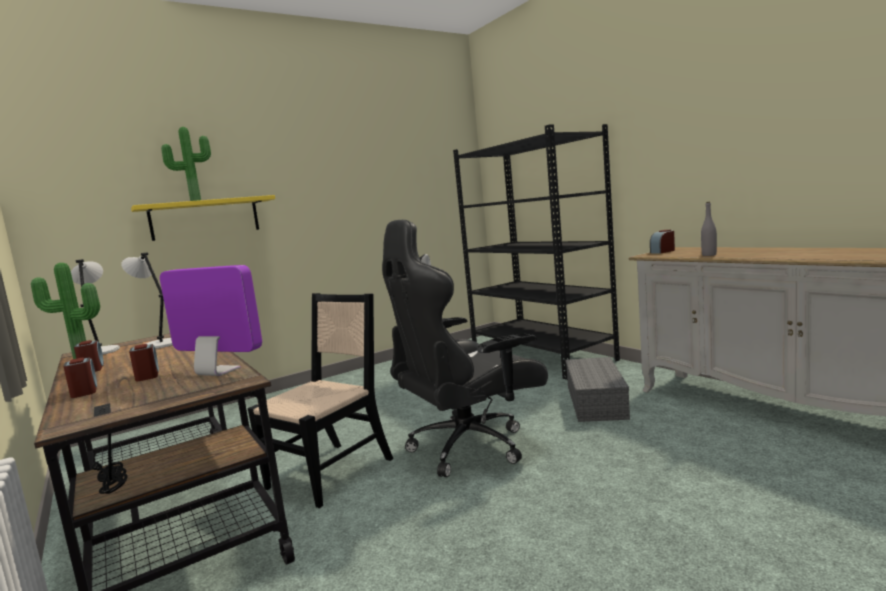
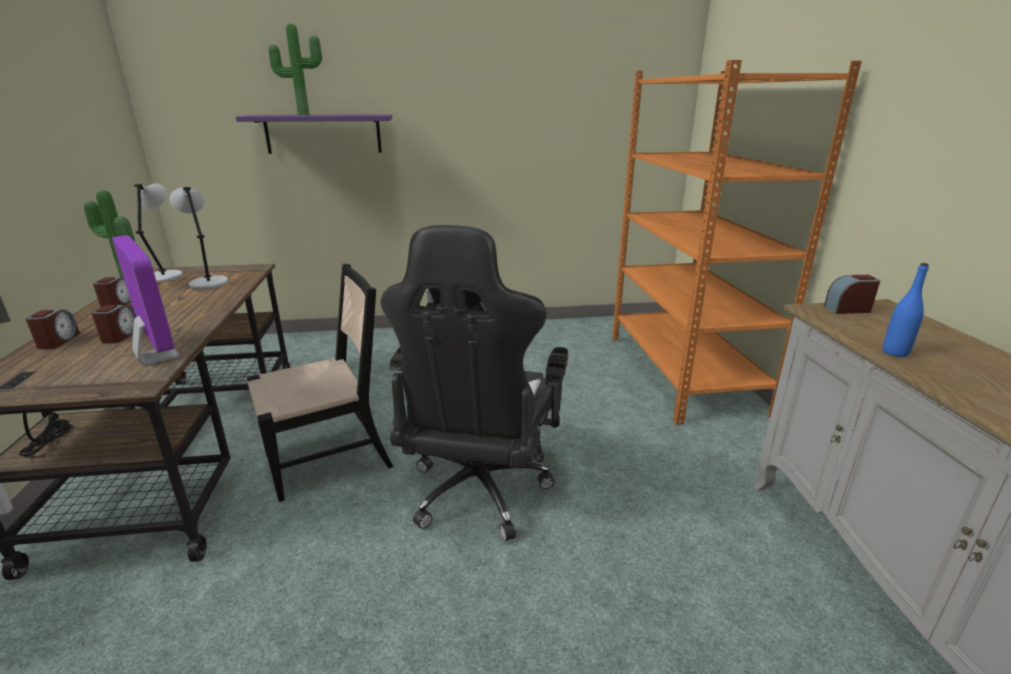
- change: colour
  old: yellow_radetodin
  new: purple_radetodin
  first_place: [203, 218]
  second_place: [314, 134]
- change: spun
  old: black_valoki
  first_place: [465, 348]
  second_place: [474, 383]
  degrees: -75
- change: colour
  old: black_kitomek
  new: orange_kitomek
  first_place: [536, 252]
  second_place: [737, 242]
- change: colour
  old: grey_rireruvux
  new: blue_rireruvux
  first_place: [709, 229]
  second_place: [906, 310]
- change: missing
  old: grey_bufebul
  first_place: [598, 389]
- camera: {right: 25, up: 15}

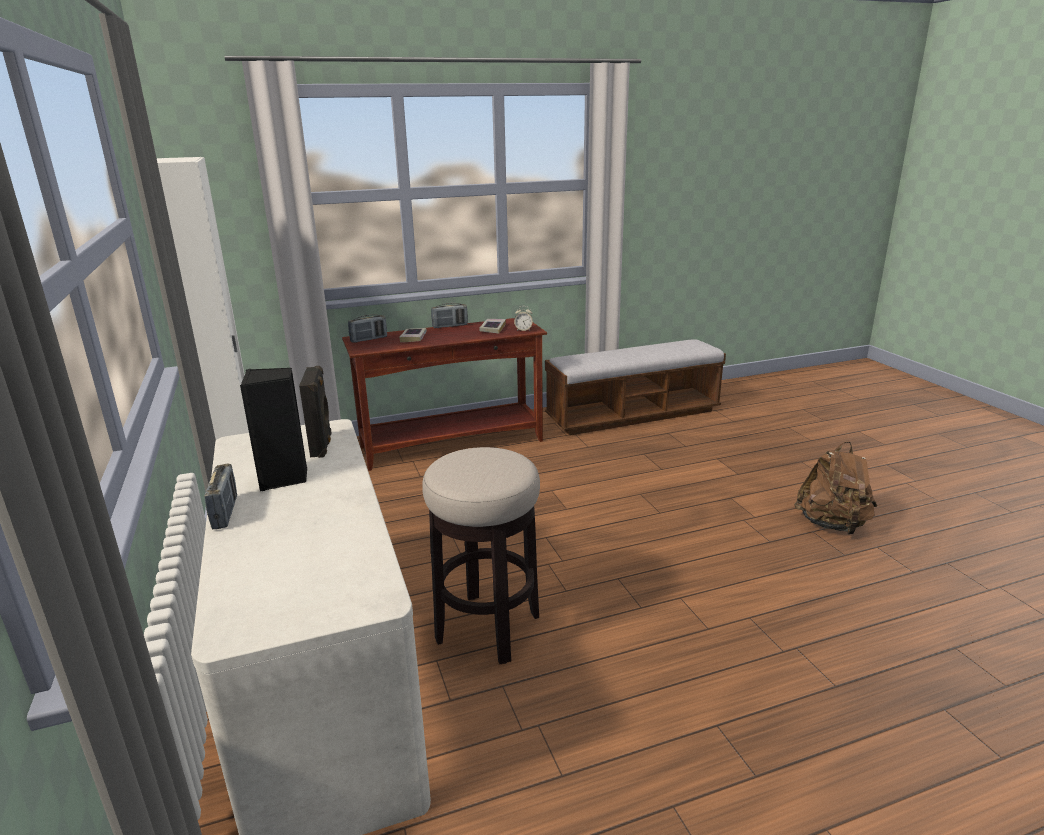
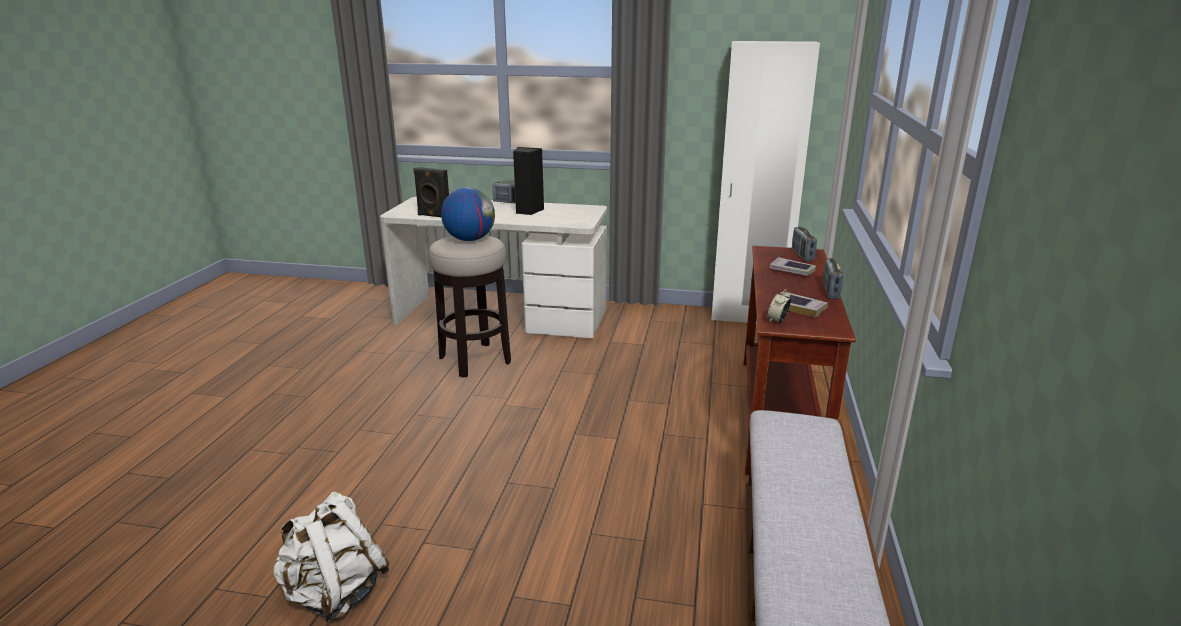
- change: colour
  old: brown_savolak
  new: white_savolak
  first_place: [835, 487]
  second_place: [331, 557]
- change: relocated
  old: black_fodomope
  first_place: [315, 412]
  second_place: [431, 192]
- change: appeared
  new: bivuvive
  second_place: [468, 214]
- camera: {right: 120, up: 0}

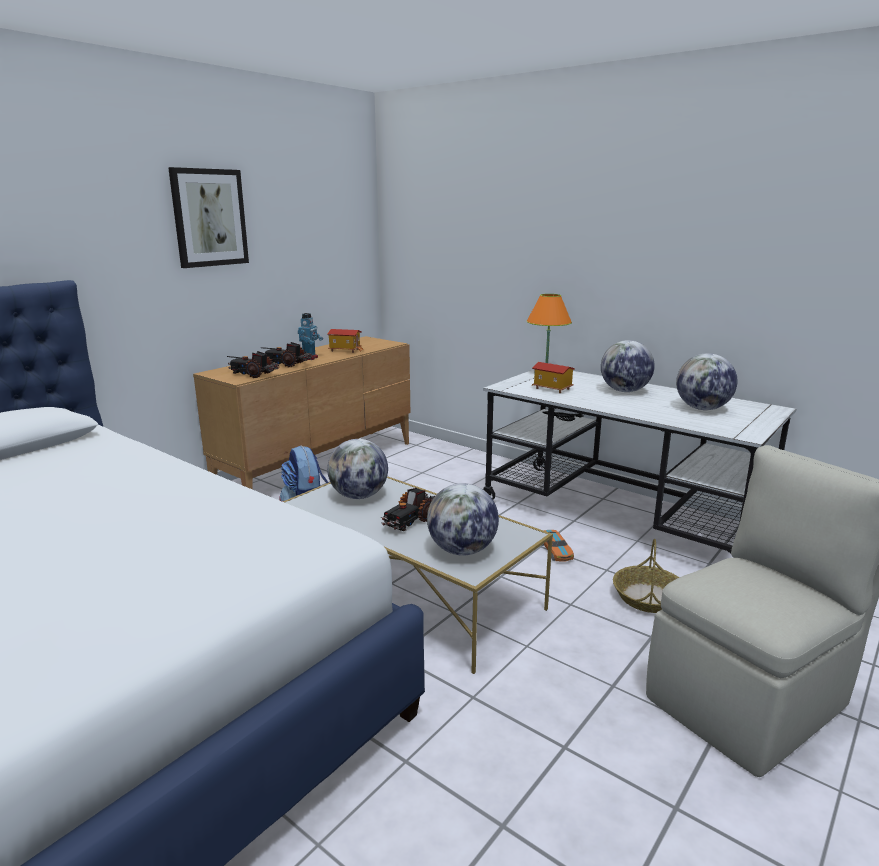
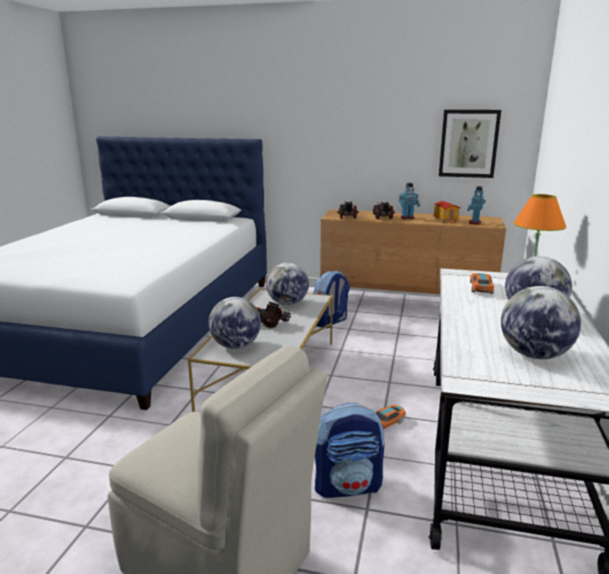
- change: exchanged
  old: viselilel
  new: savolak
  first_place: [646, 576]
  second_place: [350, 450]
- change: relocated
  old: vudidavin
  first_place: [208, 217]
  second_place: [470, 144]
- change: appeared
  new: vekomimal
  second_place: [476, 205]
- change: exchanged
  old: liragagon
  new: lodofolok
  first_place: [553, 377]
  second_place: [482, 283]
- camera: {right: 65, up: 0}

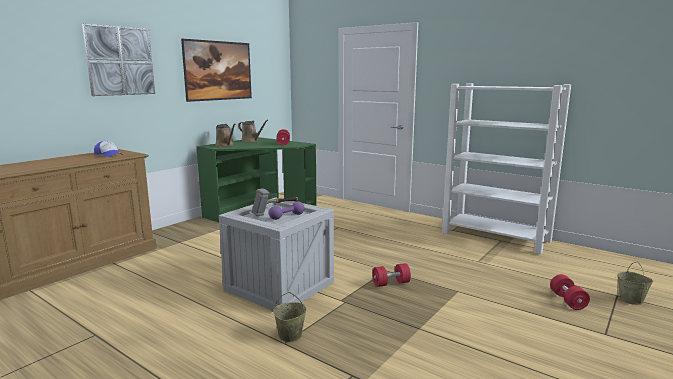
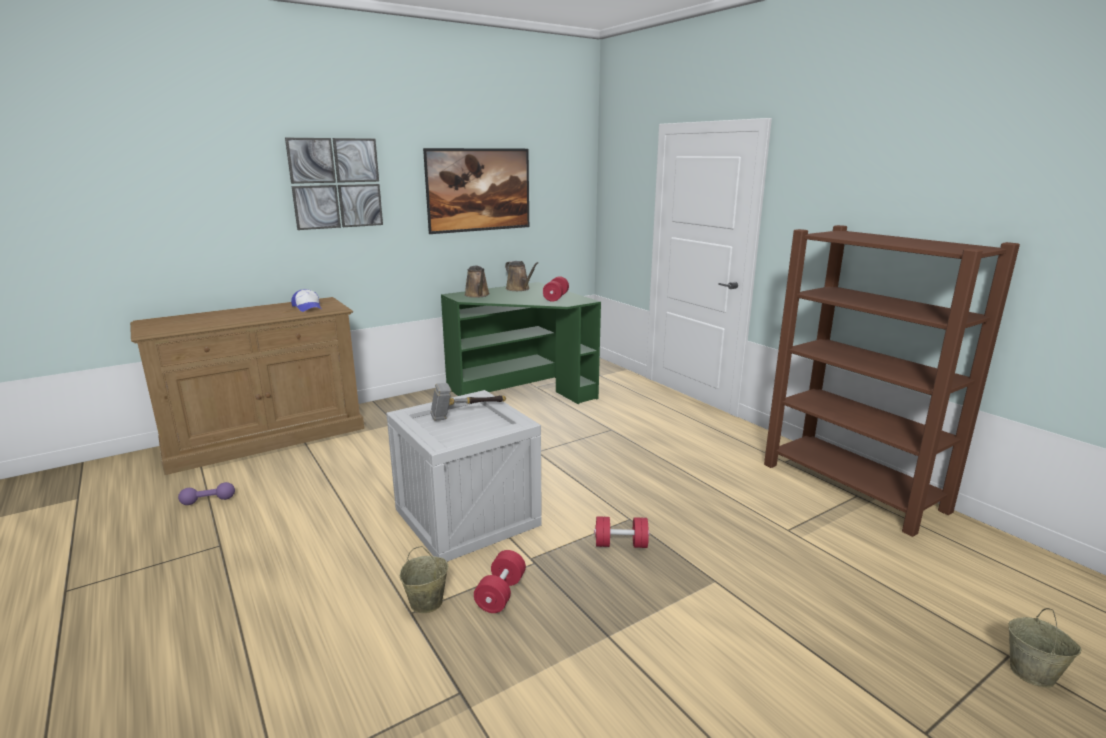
- change: relocated
  old: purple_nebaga
  first_place: [287, 210]
  second_place: [206, 493]
- change: relocated
  old: red_nebaga
  first_place: [570, 292]
  second_place: [500, 581]
- change: colour
  old: white_kitomek
  new: brown_kitomek
  first_place: [506, 169]
  second_place: [892, 381]
- camera: {right: 20, up: 5}

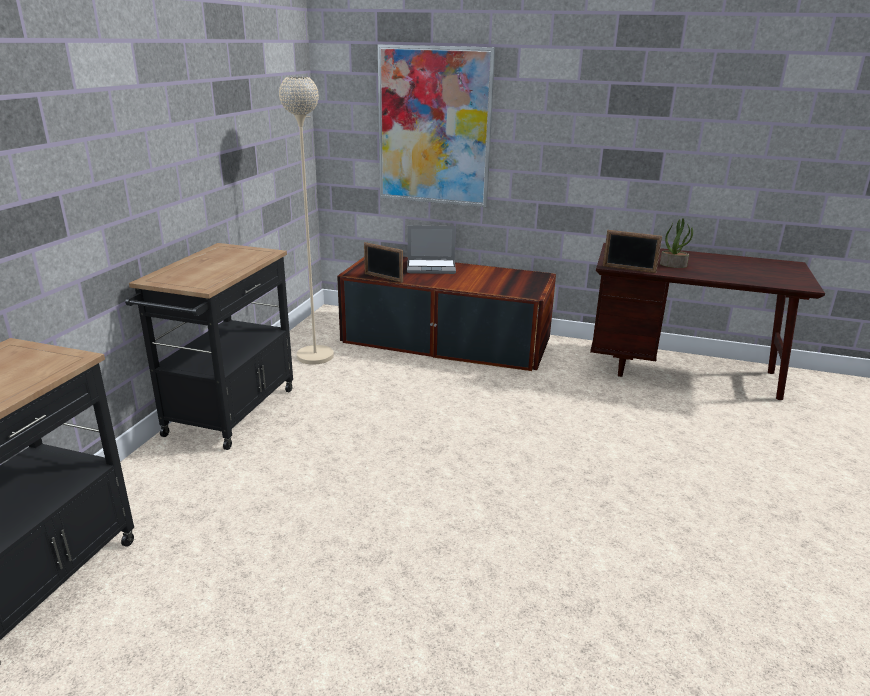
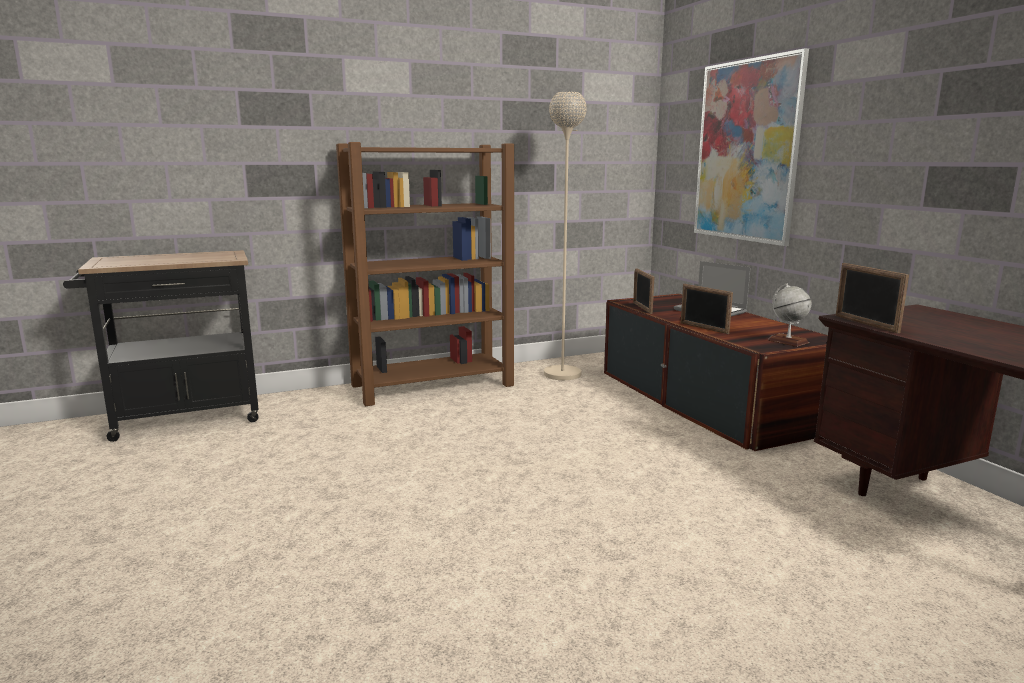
- change: exchanged
  old: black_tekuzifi
  new: brown_kitomek
  first_place: [209, 346]
  second_place: [425, 274]
- change: appeared
  new: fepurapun
  second_place: [707, 309]
- change: appeared
  new: bivuvive
  second_place: [789, 315]
- change: missing
  old: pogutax
  first_place: [676, 243]
- camera: {right: 50, up: -10}

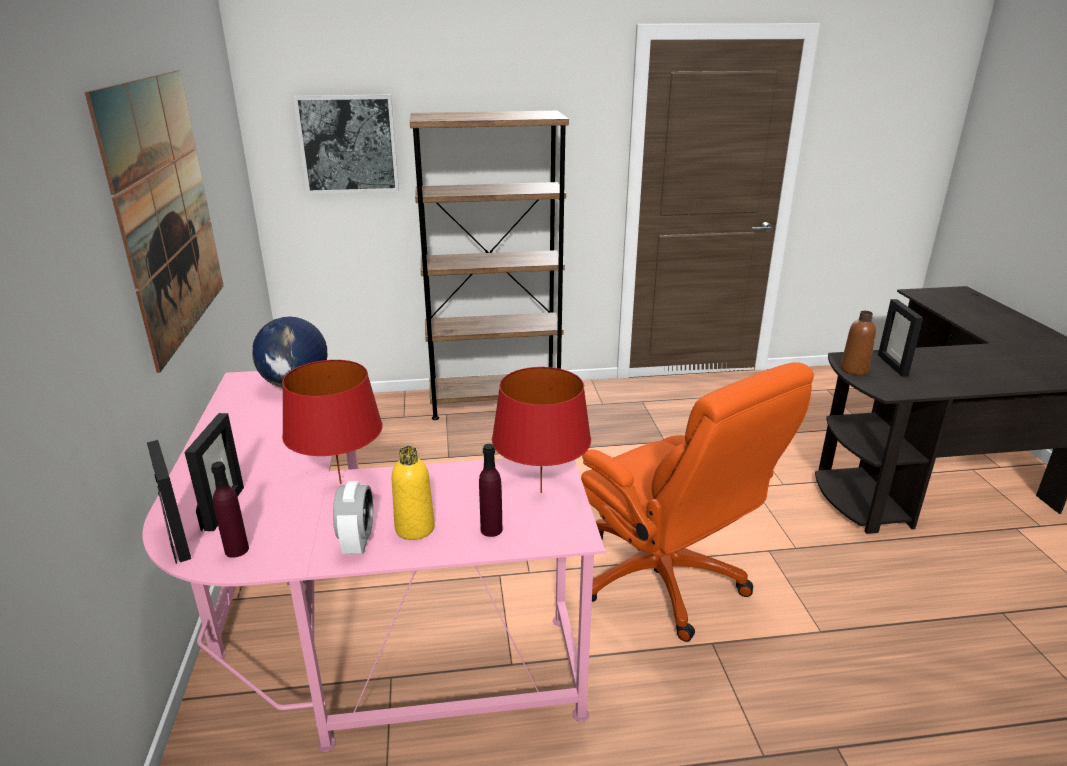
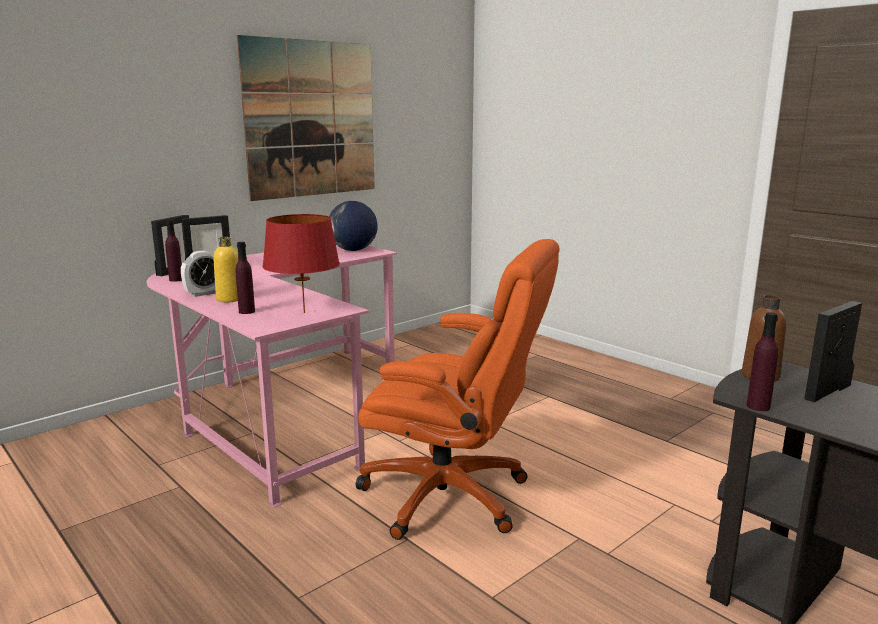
- change: spun
  old: orange_valoki
  first_place: [697, 502]
  second_place: [457, 389]
  degrees: -90
- change: appeared
  new: purple_rireruvux
  second_place: [762, 361]
- change: missing
  old: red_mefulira
  first_place: [332, 422]
- change: missing
  old: vudidavin
  first_place: [346, 144]
- change: missing
  old: brown_kitomek
  first_place: [489, 265]
- camera: {right: 55, up: -10}

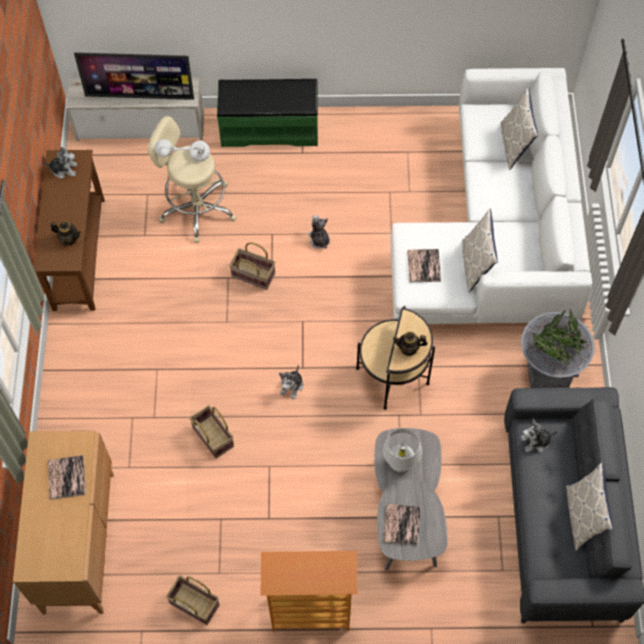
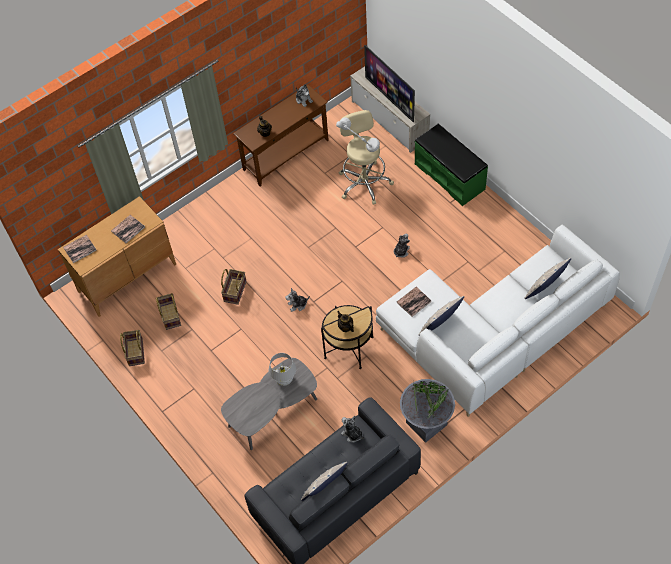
- change: relocated
  old: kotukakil
  first_place: [401, 525]
  second_place: [80, 249]
- change: relocated
  old: viselilel
  first_place: [252, 266]
  second_place: [168, 311]
- change: missing
  old: kitomek
  first_place: [309, 591]
- camera: {right: 55, up: -5}

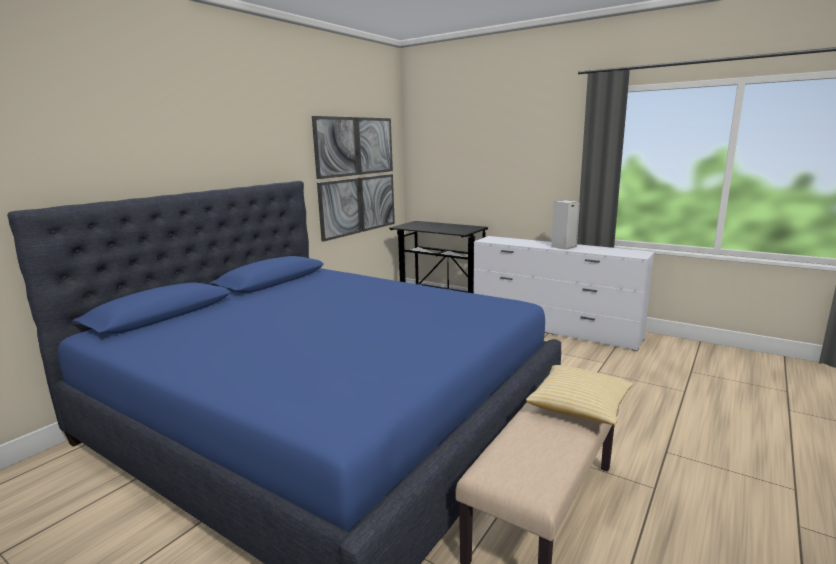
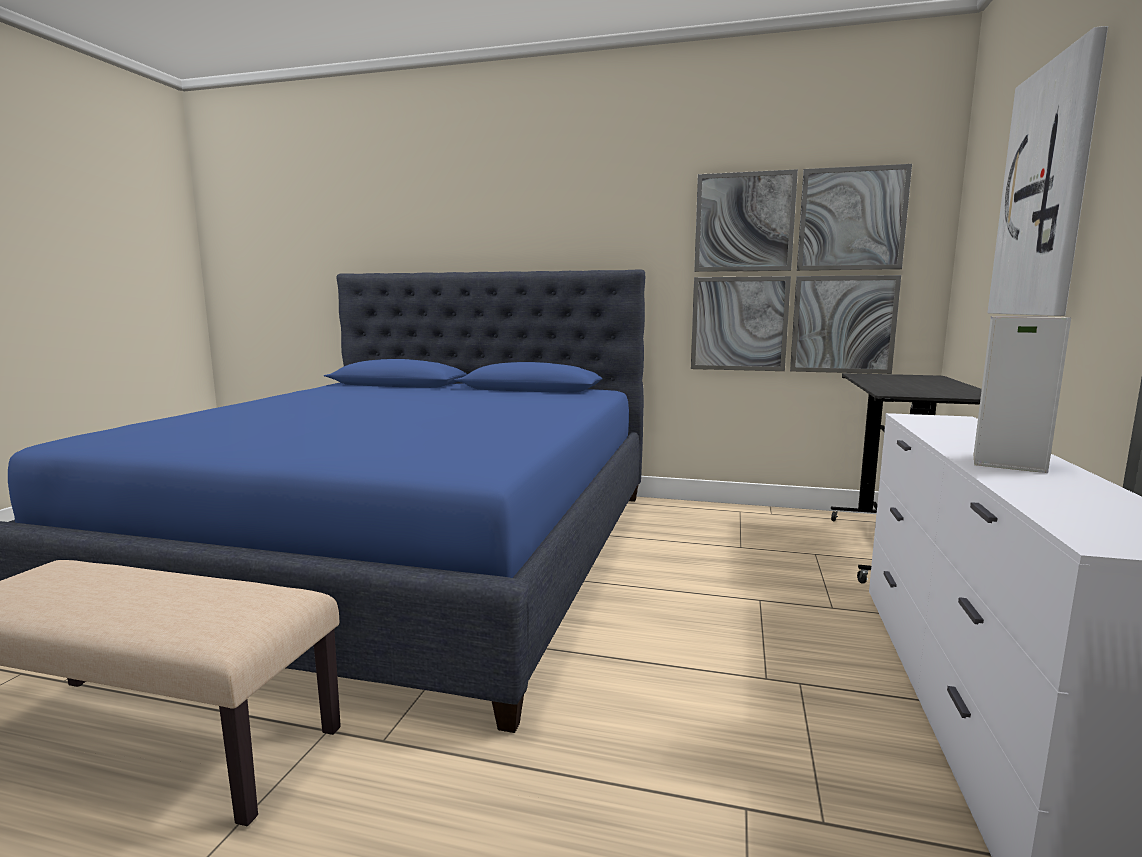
- change: appeared
  new: vudidavin
  second_place: [1048, 171]
- change: missing
  old: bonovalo
  first_place: [579, 395]
- camera: {right: 70, up: -5}

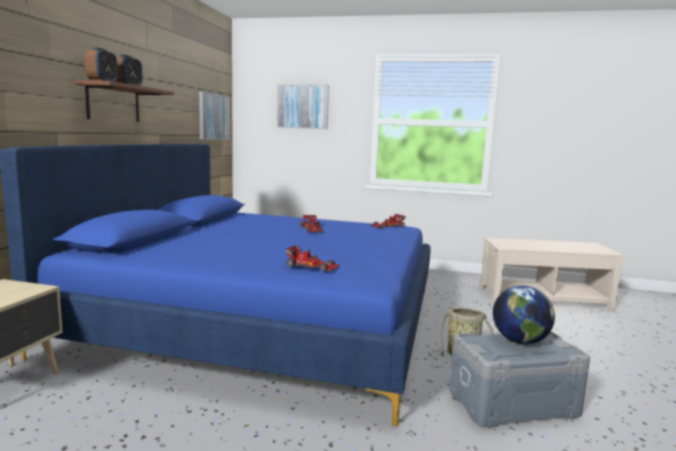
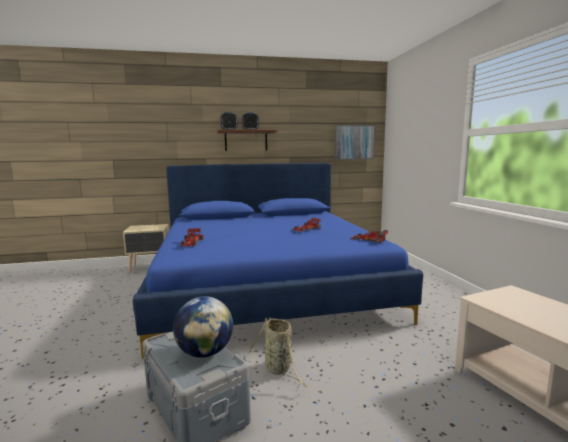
- change: missing
  old: vudidavin
  first_place: [303, 106]
- camera: {right: 65, up: 0}

